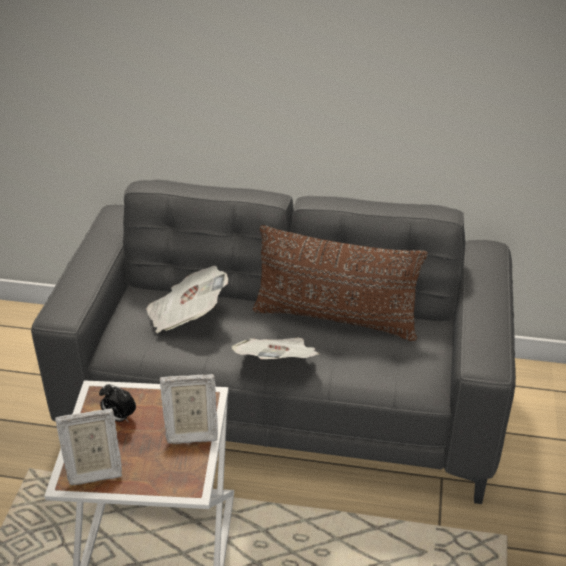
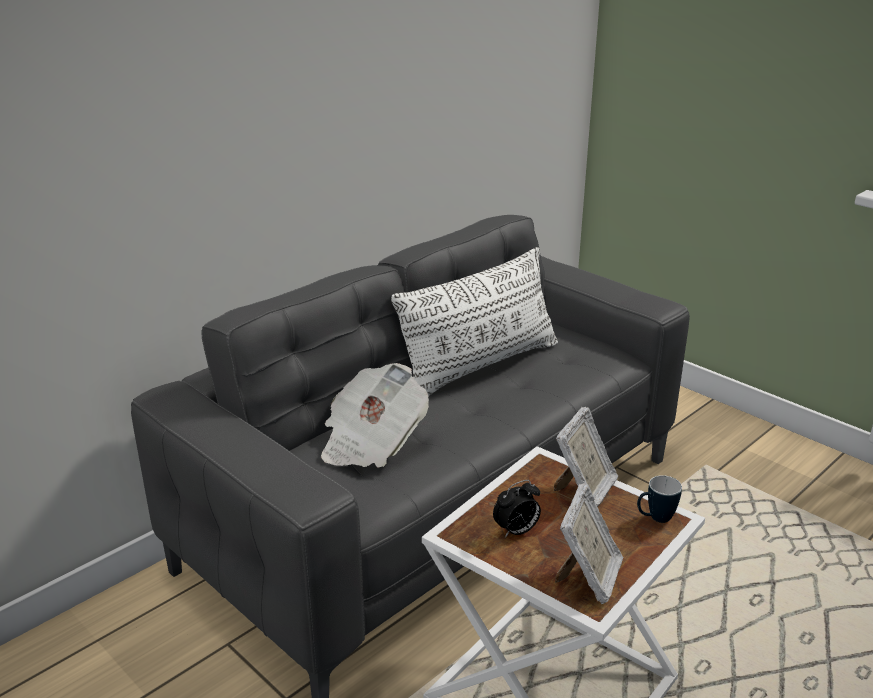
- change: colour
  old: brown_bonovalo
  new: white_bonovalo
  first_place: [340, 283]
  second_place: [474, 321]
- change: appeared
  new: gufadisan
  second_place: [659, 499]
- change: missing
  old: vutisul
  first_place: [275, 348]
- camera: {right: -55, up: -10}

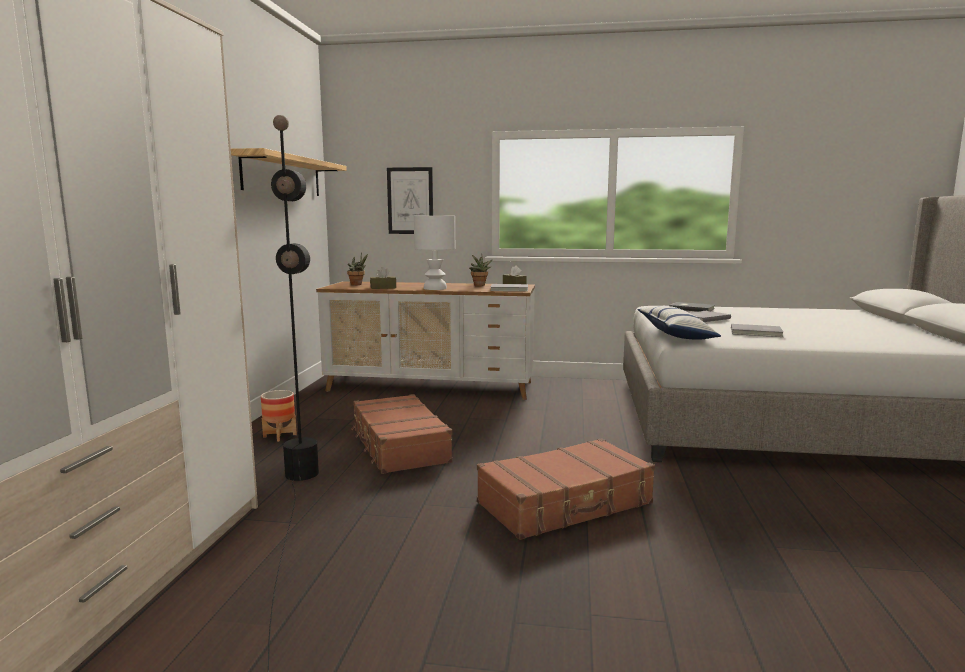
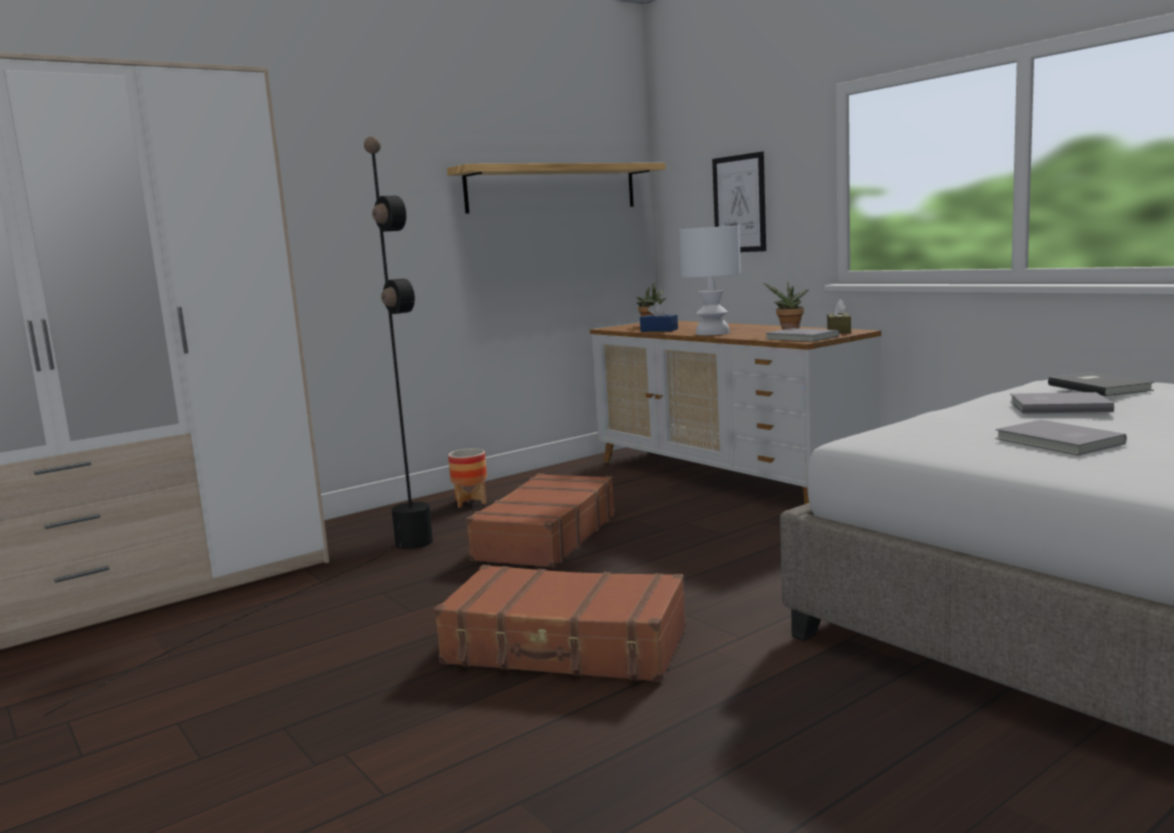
- change: colour
  old: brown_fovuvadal
  new: blue_fovuvadal
  first_place: [383, 278]
  second_place: [659, 317]
- change: missing
  old: bonovalo
  first_place: [679, 323]
- camera: {right: 45, up: 0}

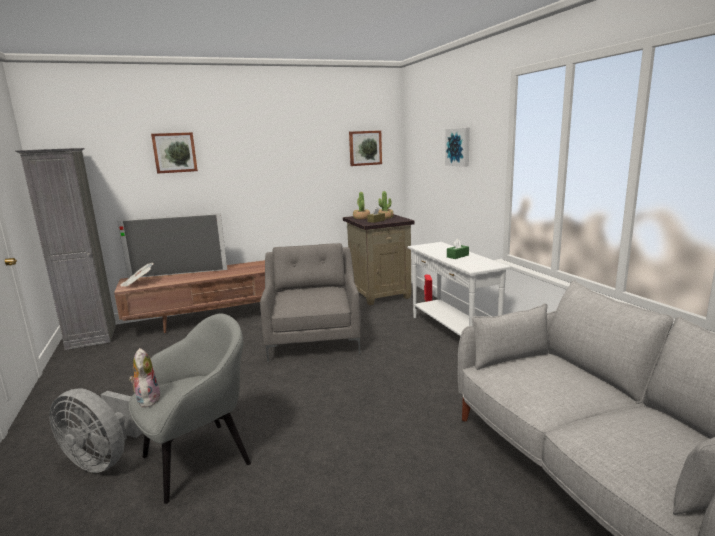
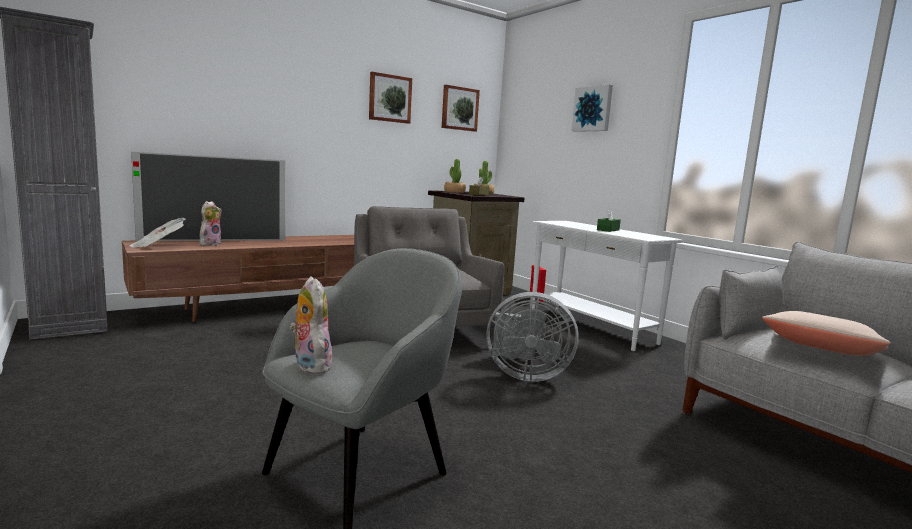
- change: appeared
  new: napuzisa
  second_place: [210, 223]
- change: relocated
  old: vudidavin
  first_place: [174, 153]
  second_place: [390, 98]
- change: relocated
  old: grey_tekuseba
  first_place: [95, 430]
  second_place: [532, 337]
- change: appeared
  new: beige_bonovalo
  second_place: [826, 333]
- camera: {right: -15, up: -5}

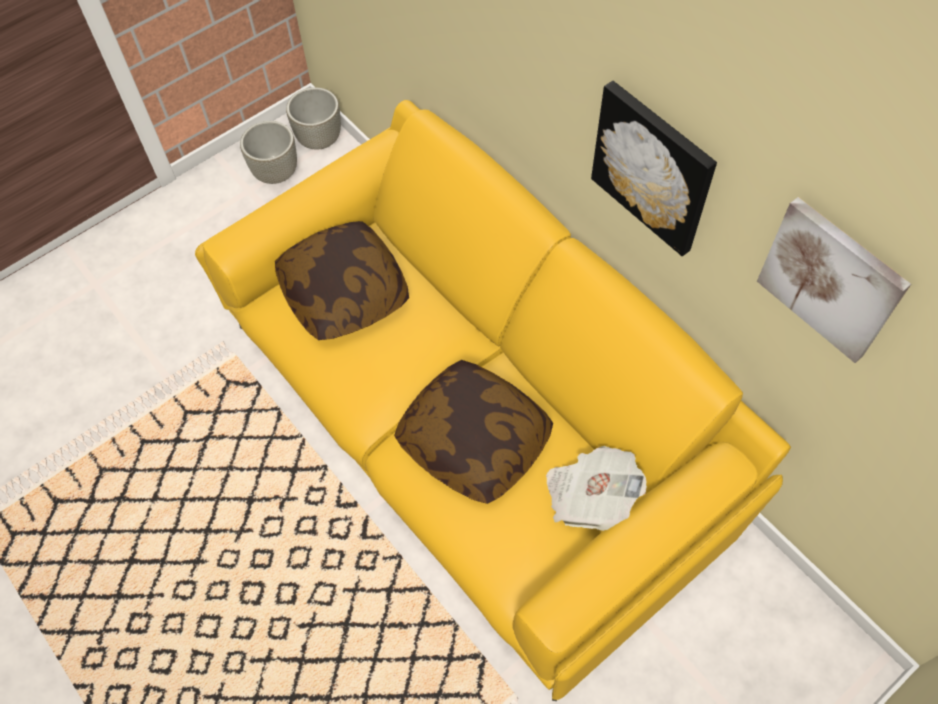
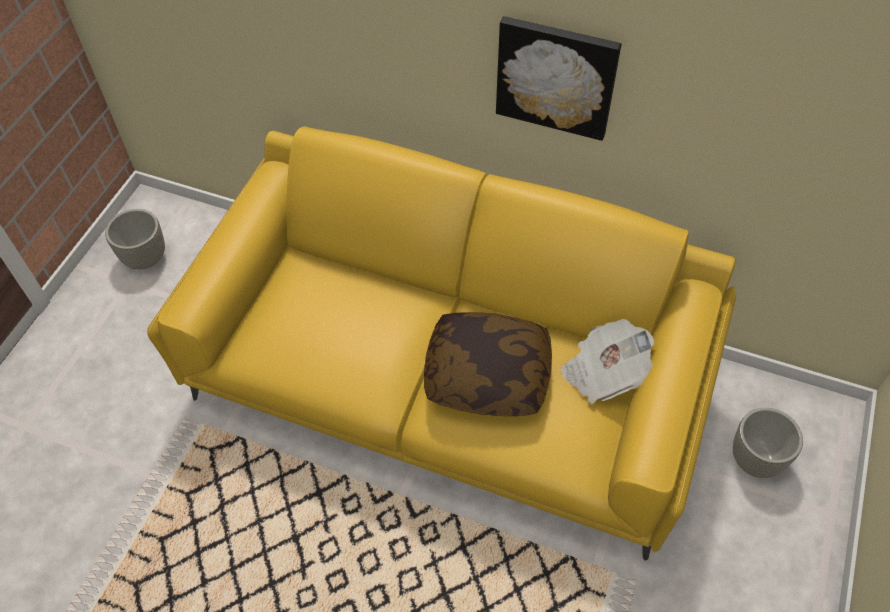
- change: relocated
  old: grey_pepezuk
  first_place: [313, 118]
  second_place: [768, 443]
- change: missing
  old: bonovalo
  first_place: [342, 280]
- change: missing
  old: vudidavin
  first_place: [834, 280]
- camera: {right: -30, up: -5}

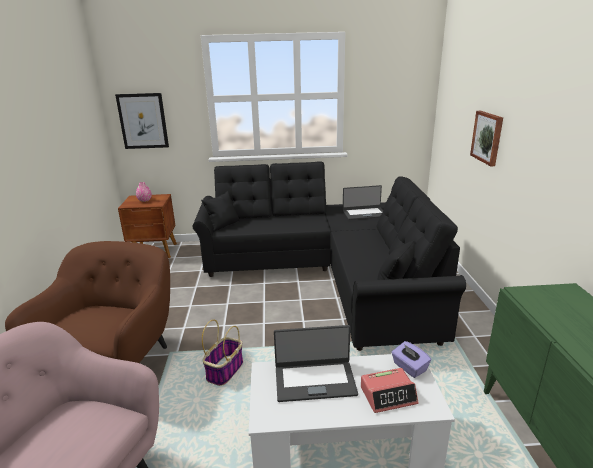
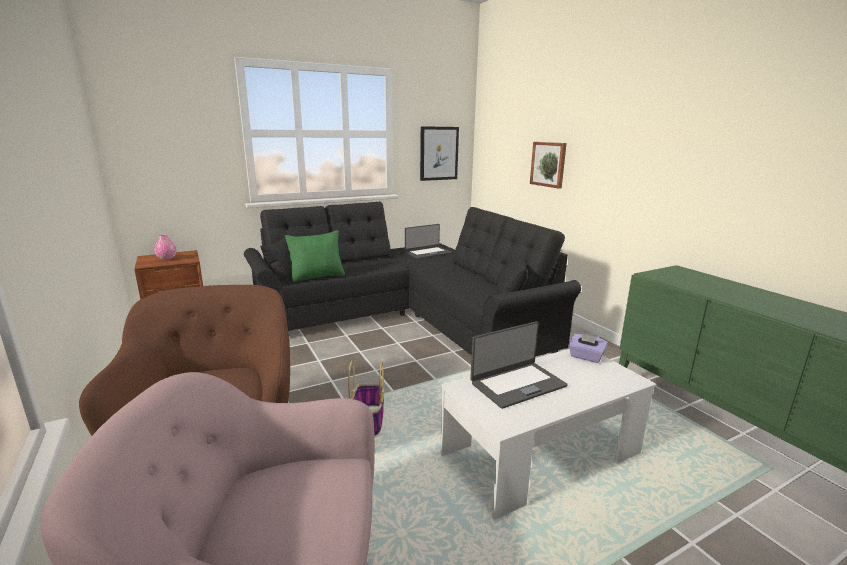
- change: appeared
  new: green_bonovalo
  second_place: [315, 256]
- change: relocated
  old: vudidavin
  first_place: [142, 121]
  second_place: [439, 153]
- change: missing
  old: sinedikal
  first_place: [389, 390]
- camera: {right: -25, up: -5}

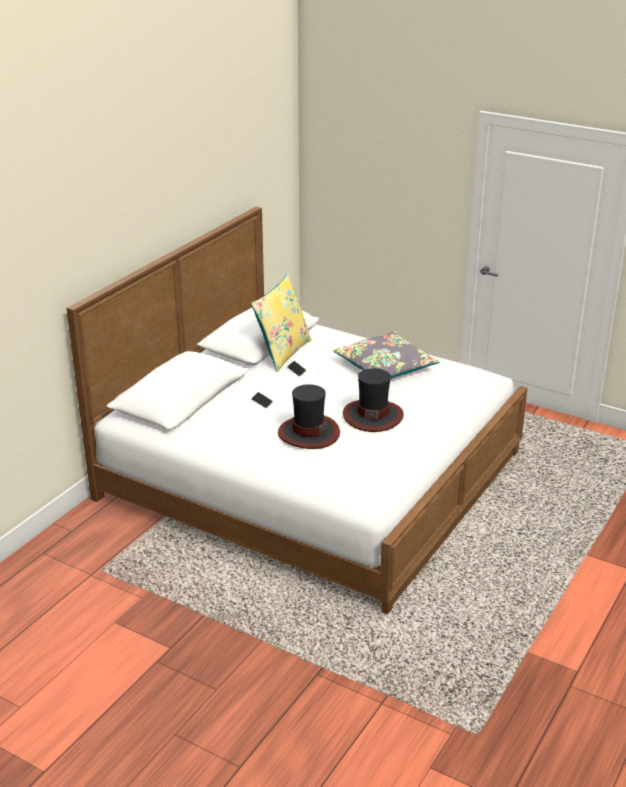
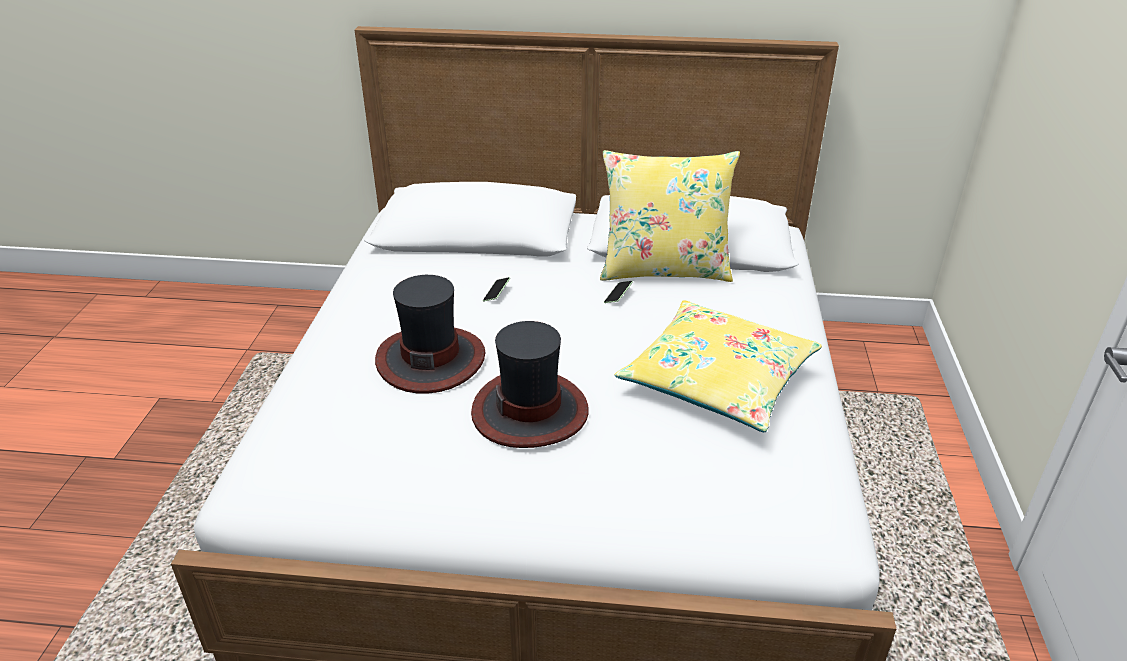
- change: colour
  old: grey_bonovalo
  new: yellow_bonovalo
  first_place: [386, 355]
  second_place: [718, 366]
- camera: {right: 65, up: 5}

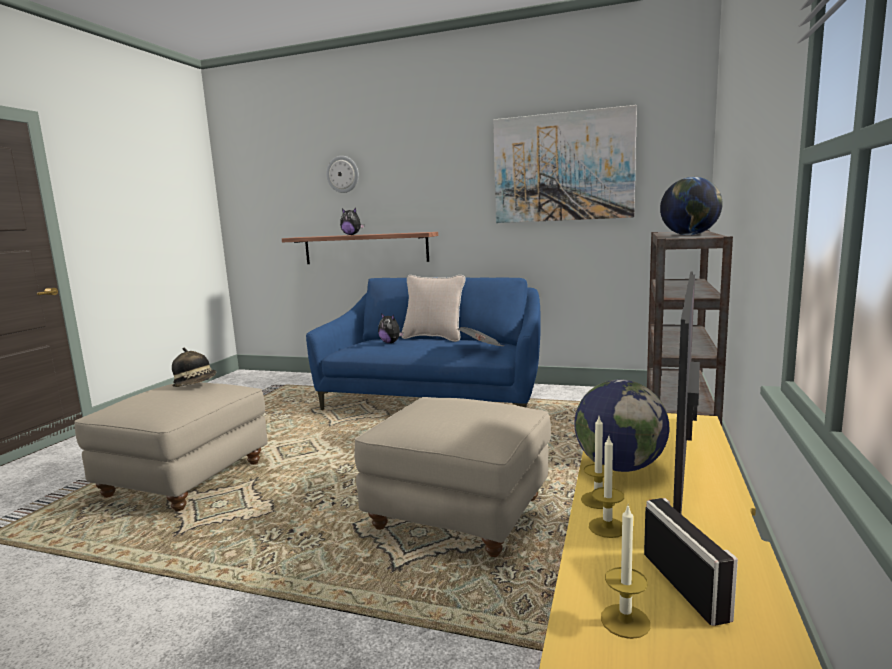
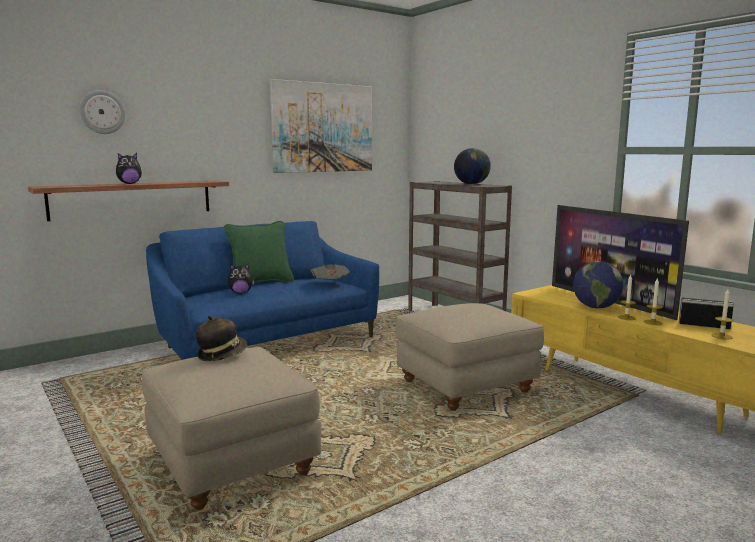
- change: colour
  old: beige_bonovalo
  new: green_bonovalo
  first_place: [433, 308]
  second_place: [259, 252]
- camera: {right: -55, up: 0}

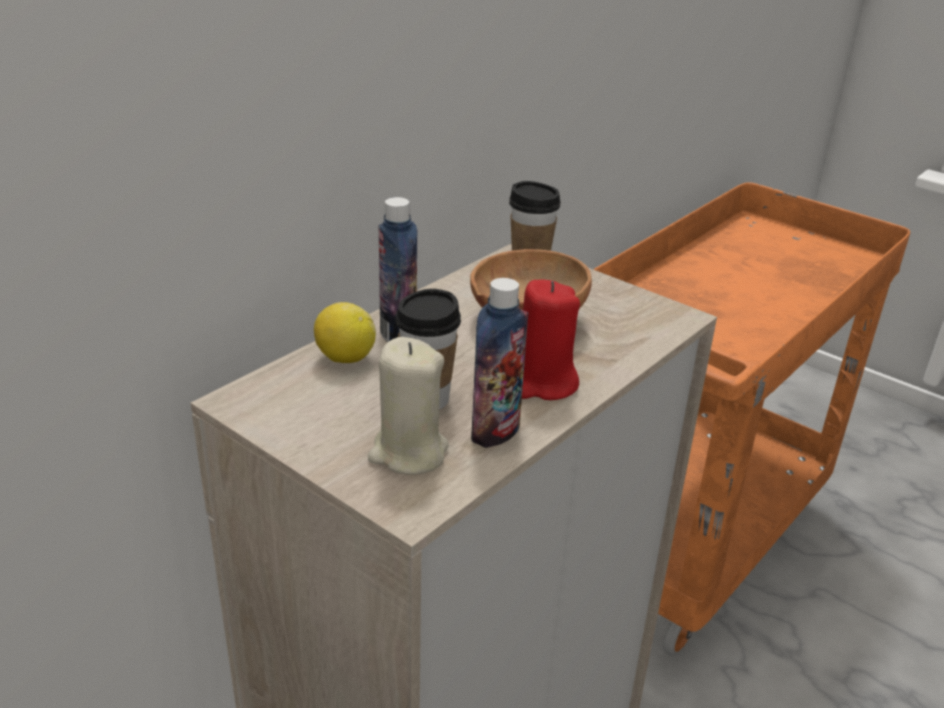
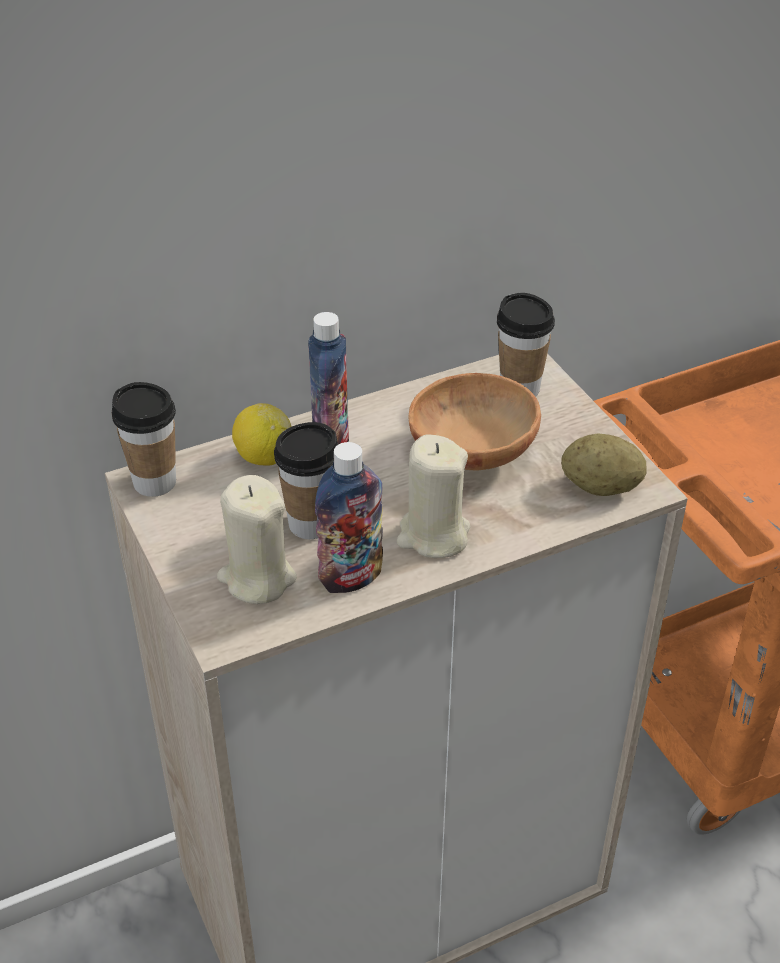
- change: appeared
  new: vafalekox
  second_place: [144, 439]
- change: colour
  old: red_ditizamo
  new: beige_ditizamo
  first_place: [551, 340]
  second_place: [433, 496]
- change: appeared
  new: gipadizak
  second_place: [604, 464]
- camera: {right: 25, up: 10}

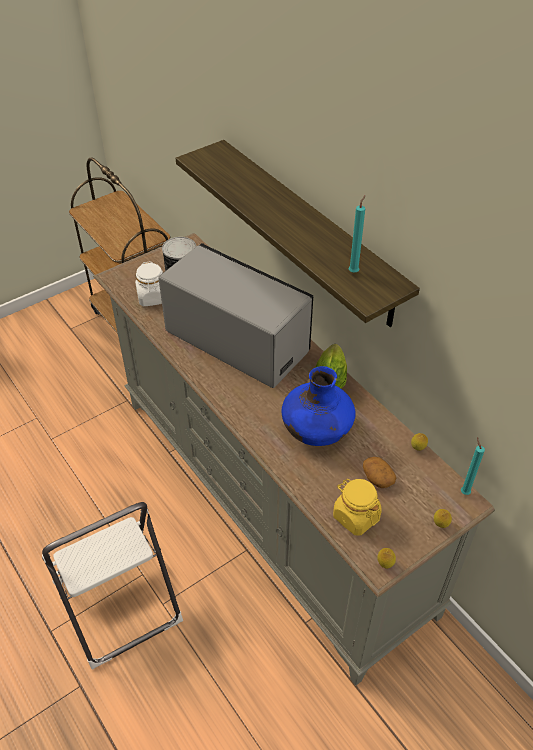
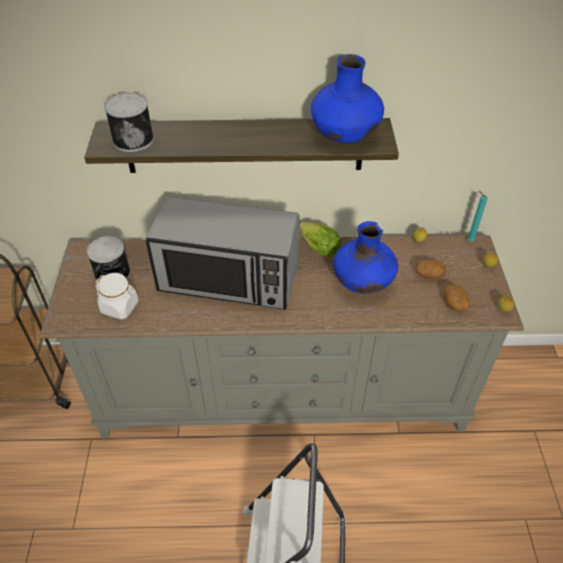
- change: appeared
  new: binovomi
  second_place: [129, 122]
- change: spun
  old: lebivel
  first_place: [235, 315]
  second_place: [222, 253]
  degrees: -150
- change: exchanged
  old: turquoise_ditizamo
  new: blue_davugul
  first_place: [357, 234]
  second_place: [347, 98]
- change: exchanged
  old: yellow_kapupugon
  new: gipadizak
  first_place: [357, 507]
  second_place: [457, 298]
- camera: {right: -55, up: 0}

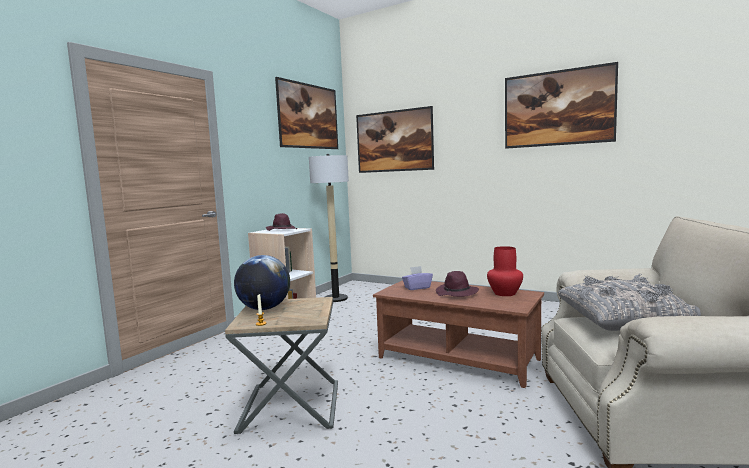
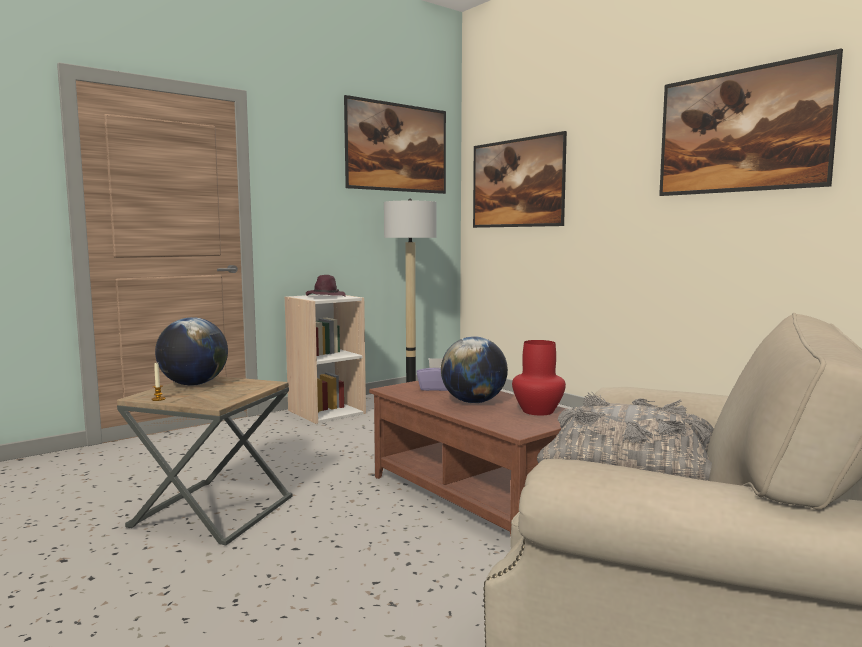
- change: exchanged
  old: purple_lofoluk
  new: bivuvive
  first_place: [457, 284]
  second_place: [474, 369]
- camera: {right: 20, up: 0}

